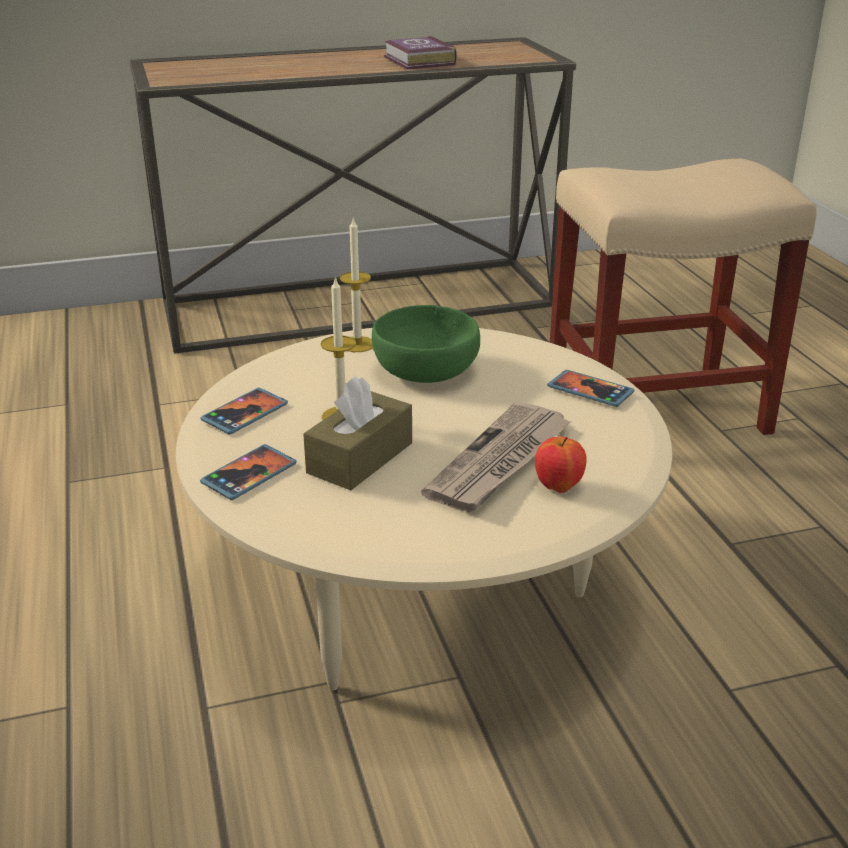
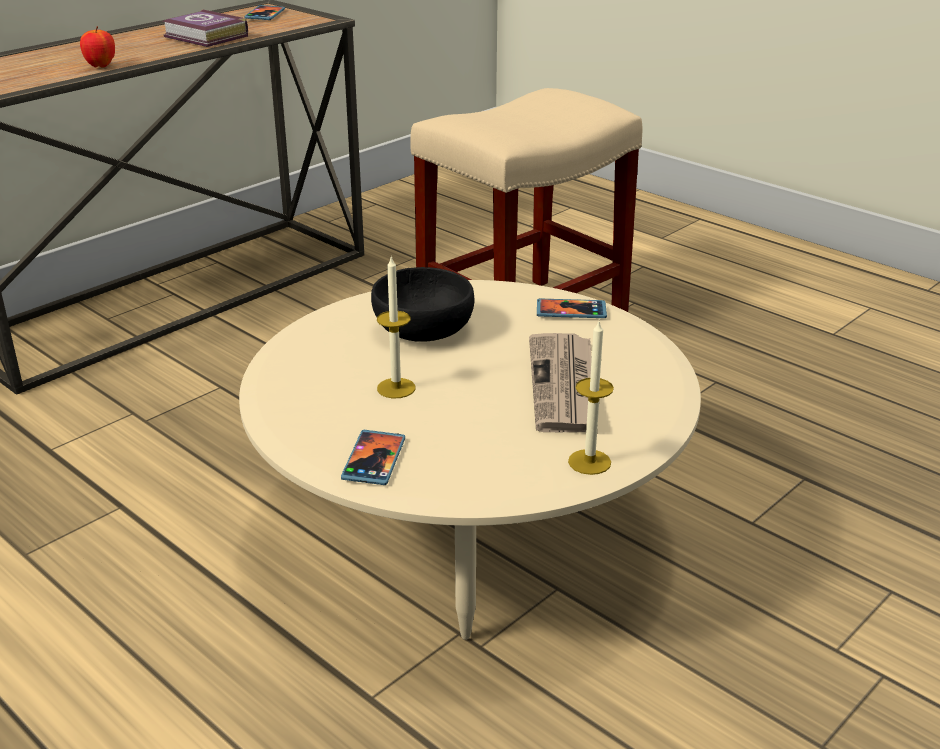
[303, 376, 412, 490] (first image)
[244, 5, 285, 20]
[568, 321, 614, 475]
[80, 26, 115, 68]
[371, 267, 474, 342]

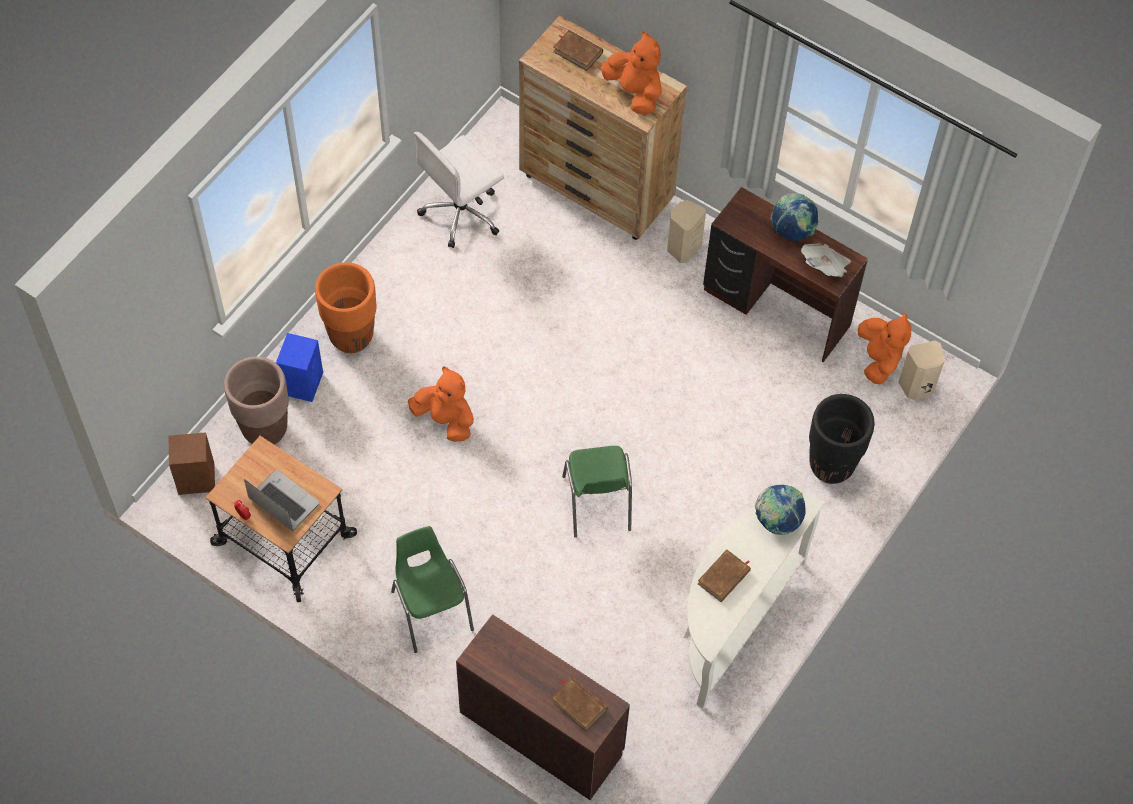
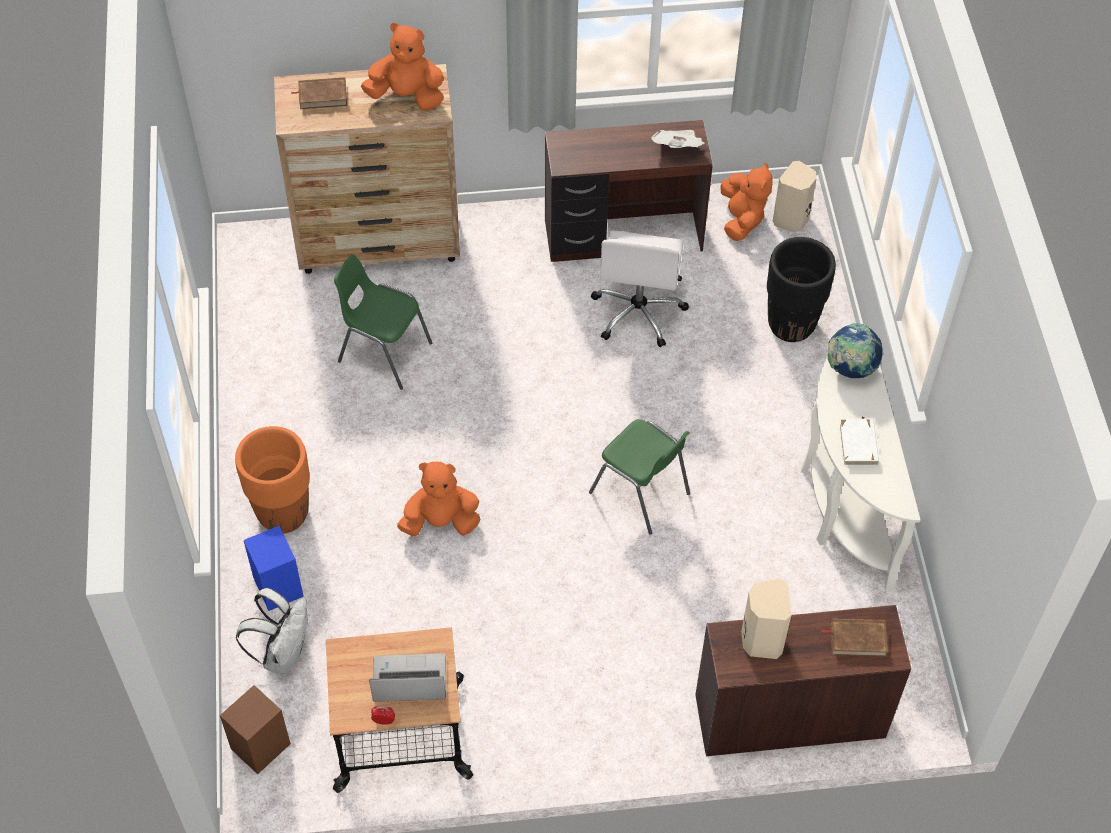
[770, 193, 819, 241] (first image)
[334, 254, 432, 390]
[591, 230, 689, 347]
[741, 579, 792, 659]
[236, 588, 308, 674]
[839, 417, 879, 466]
[720, 162, 772, 241]

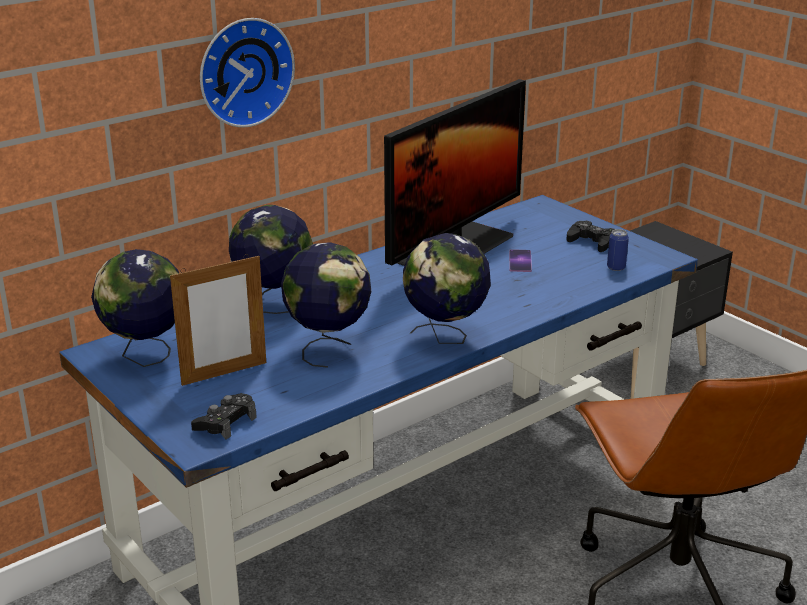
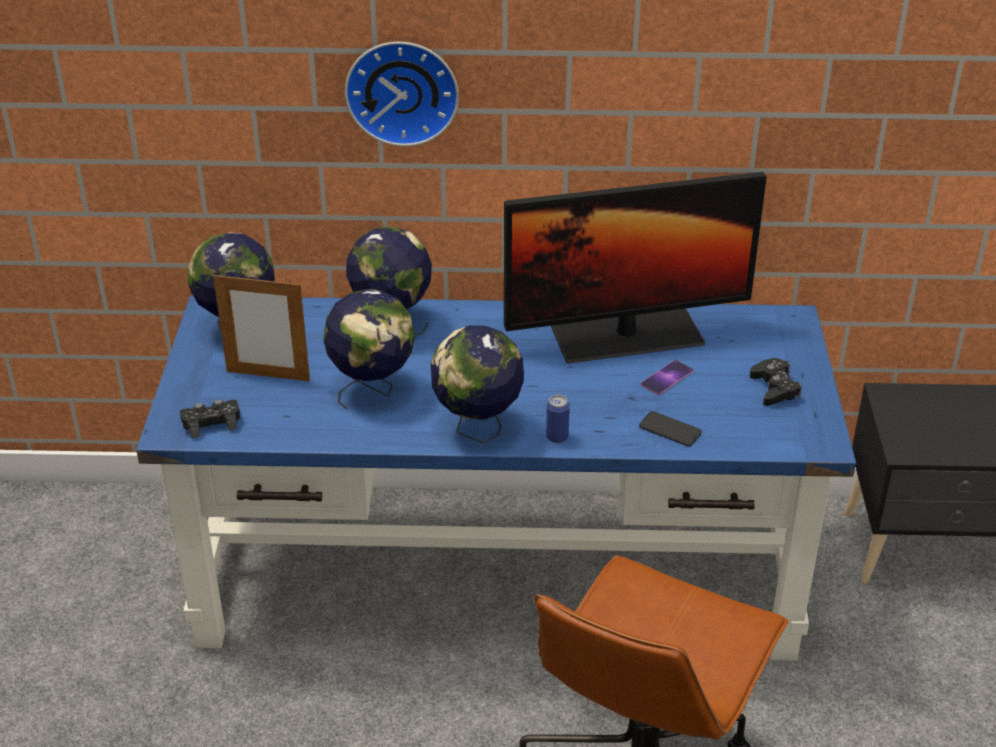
[639, 411, 702, 446]
[546, 395, 570, 443]

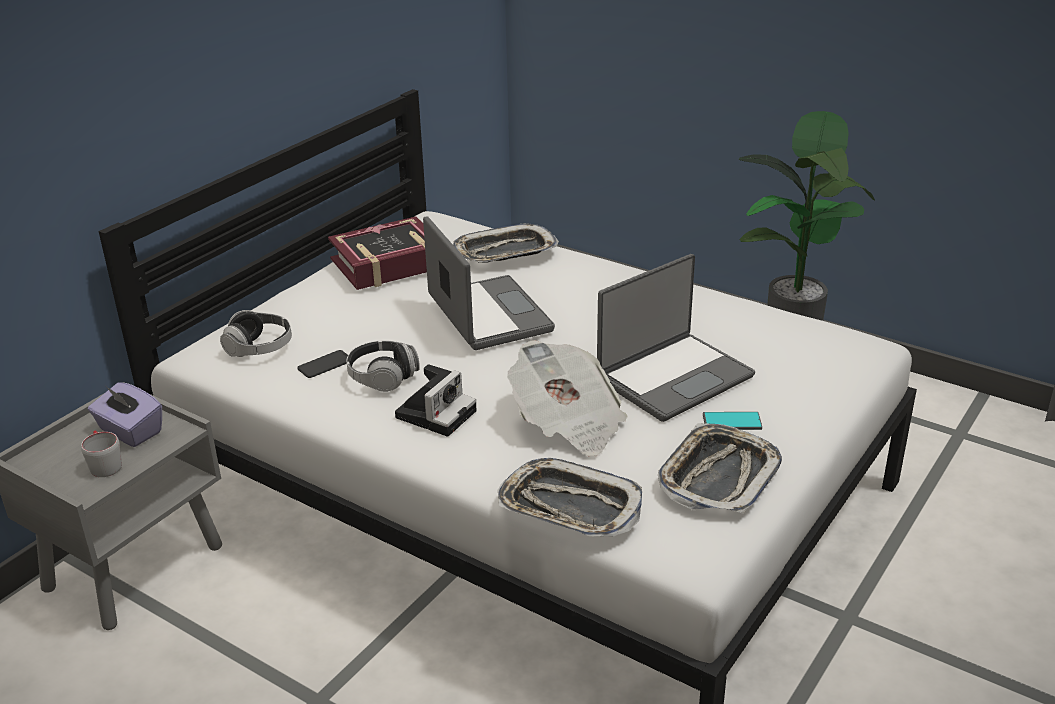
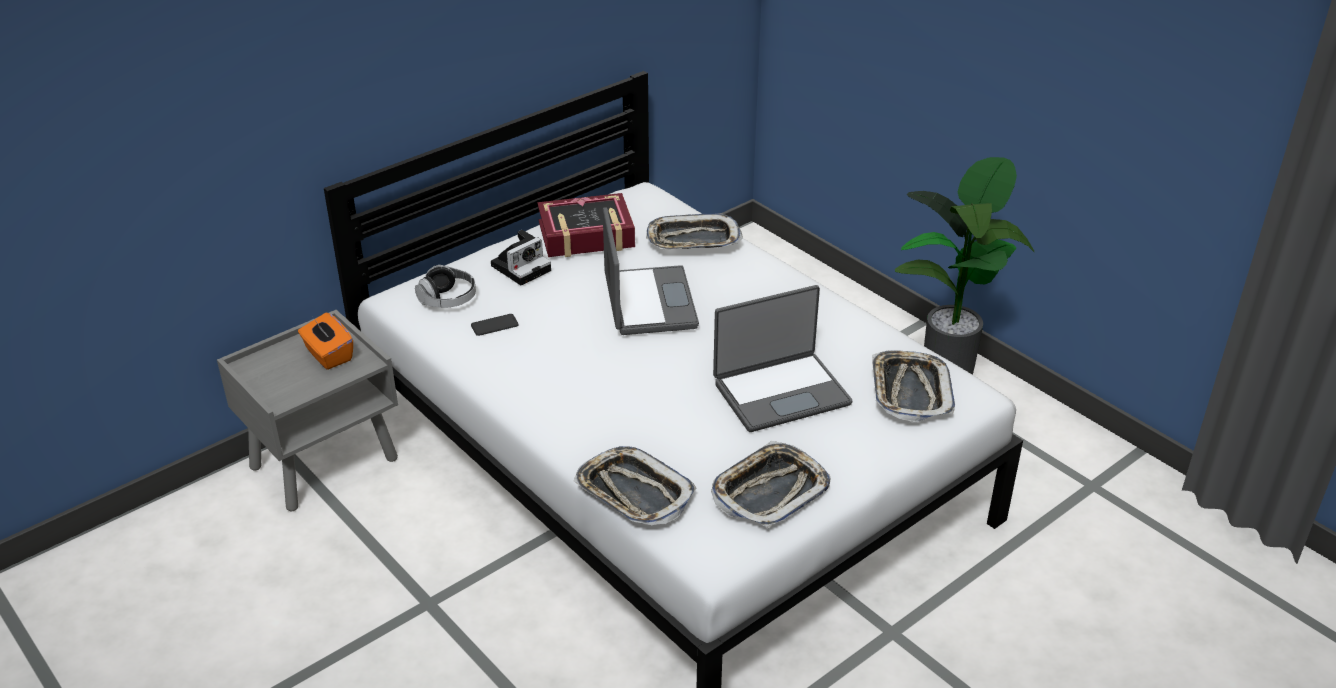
[81, 430, 122, 477] (first image)
[347, 340, 420, 392] (first image)
[507, 340, 628, 457] (first image)
[703, 412, 762, 430] (first image)
[872, 350, 955, 422]
[491, 230, 551, 286]
[298, 313, 353, 370]

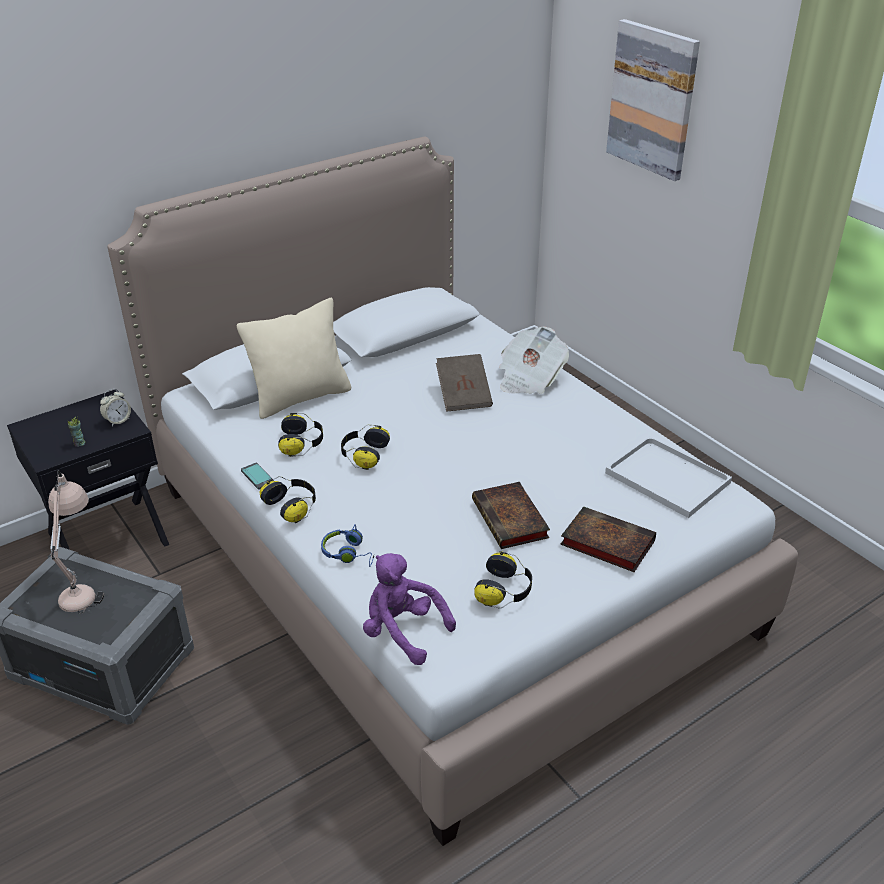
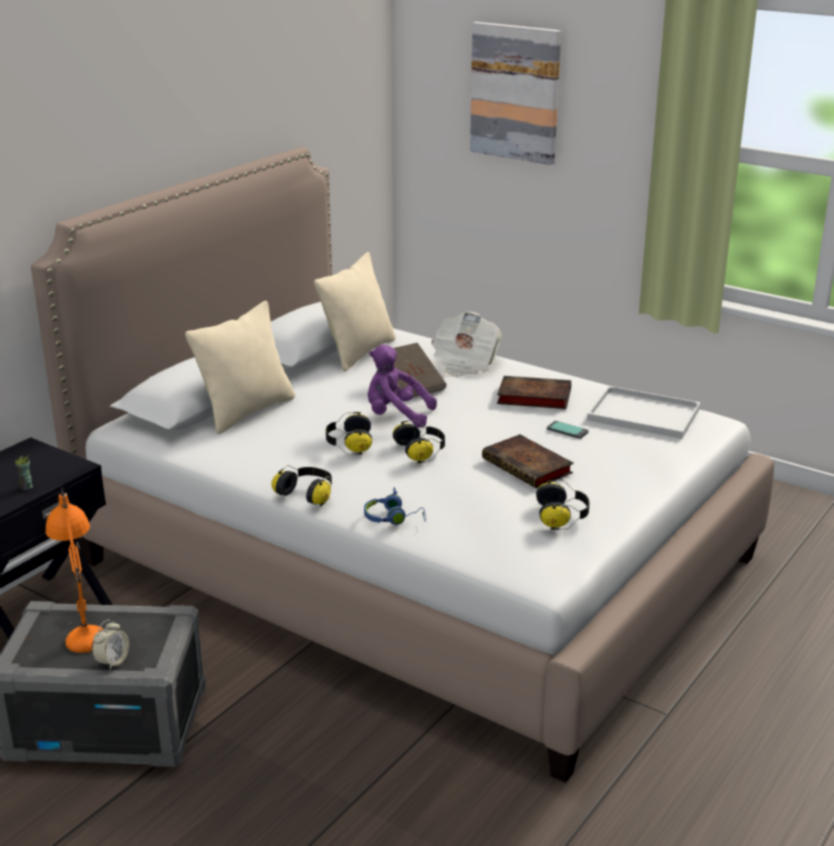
[314, 252, 396, 372]
[92, 619, 129, 670]
[547, 421, 589, 439]
[393, 420, 445, 463]
[368, 345, 437, 428]
[497, 376, 571, 409]
[46, 488, 116, 653]

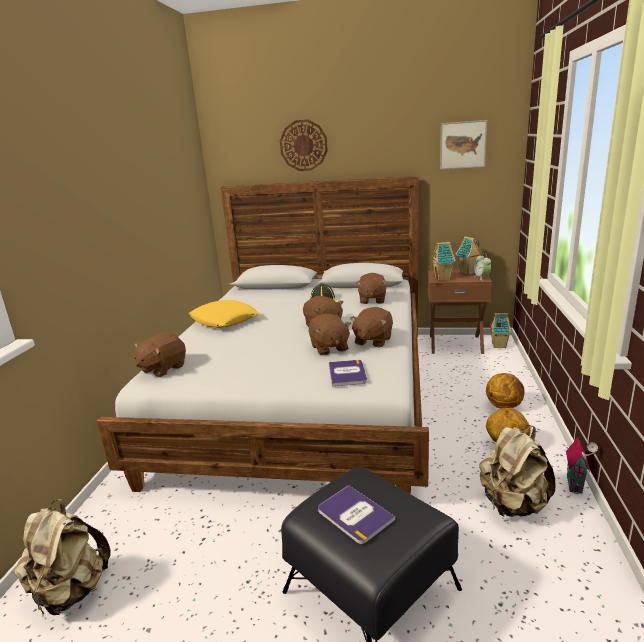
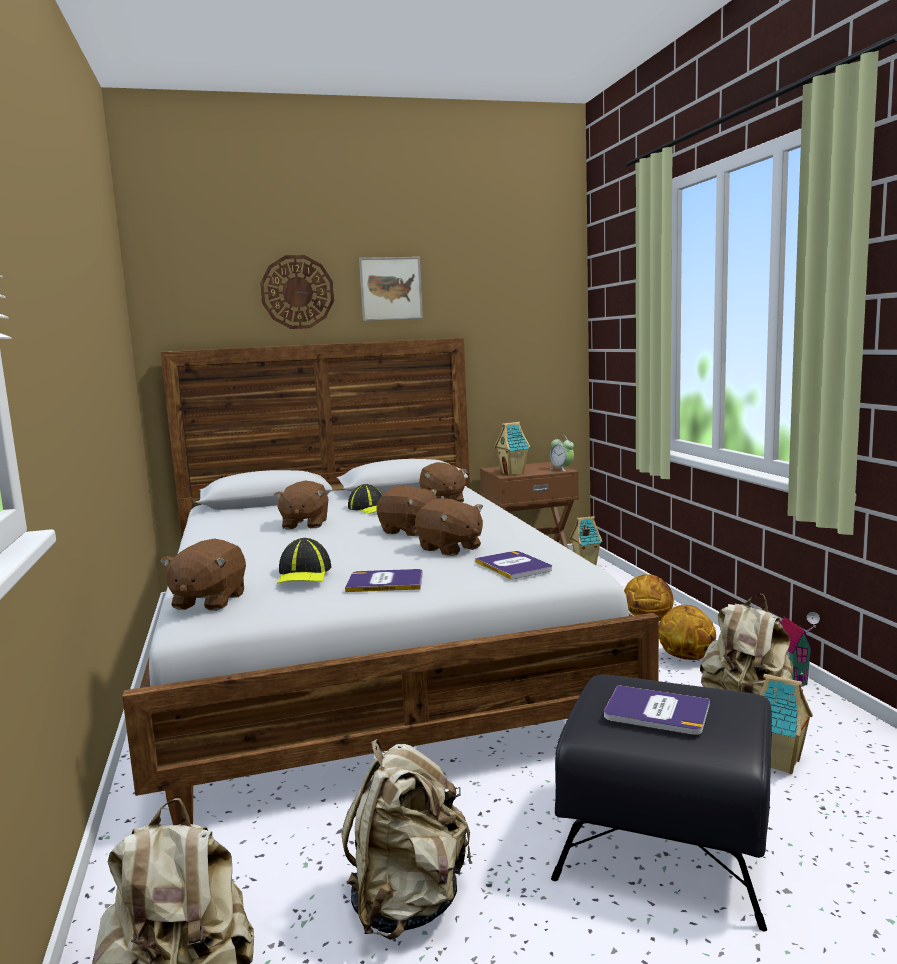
[189, 300, 259, 328] (first image)
[277, 538, 331, 584]
[341, 739, 472, 940]
[345, 569, 423, 592]
[274, 481, 328, 529]
[359, 257, 423, 321]
[760, 674, 813, 774]

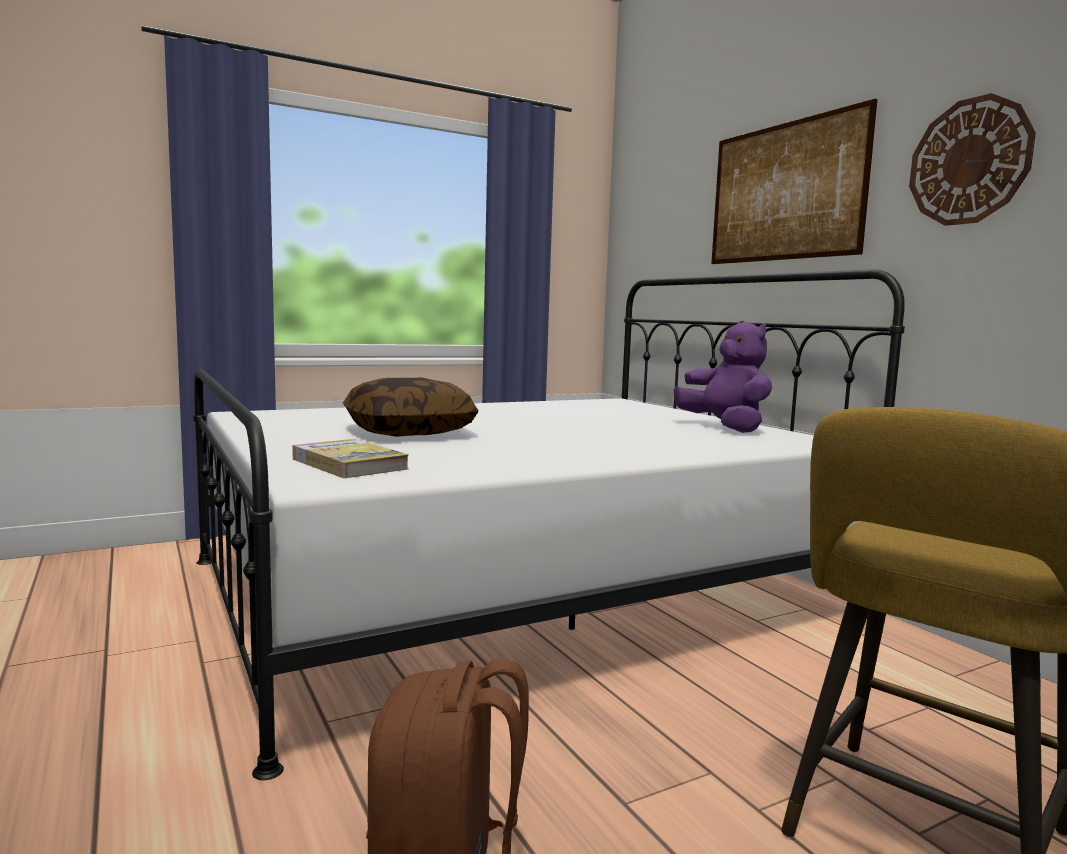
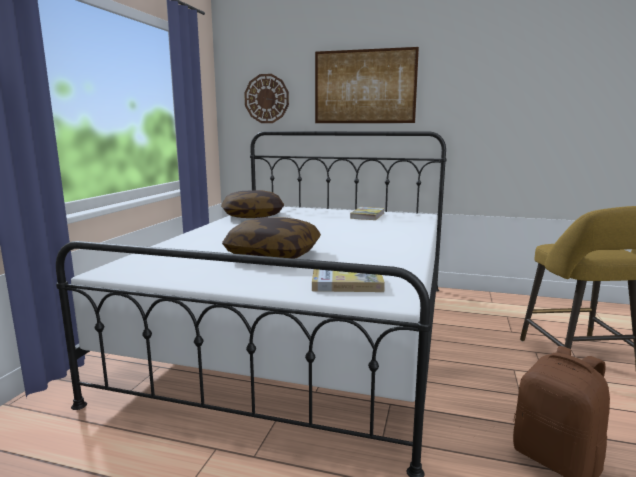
[221, 190, 284, 218]
[244, 74, 289, 123]
[350, 207, 384, 220]

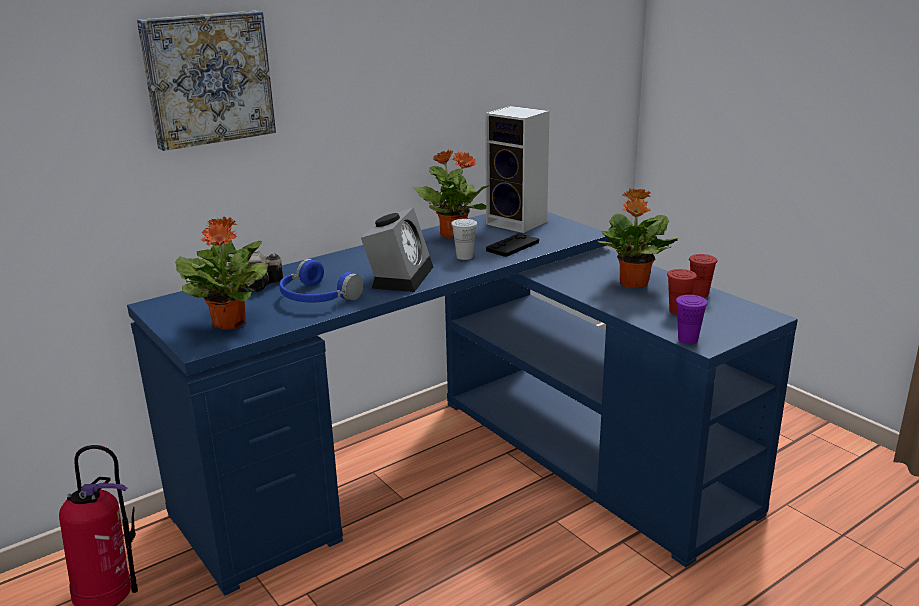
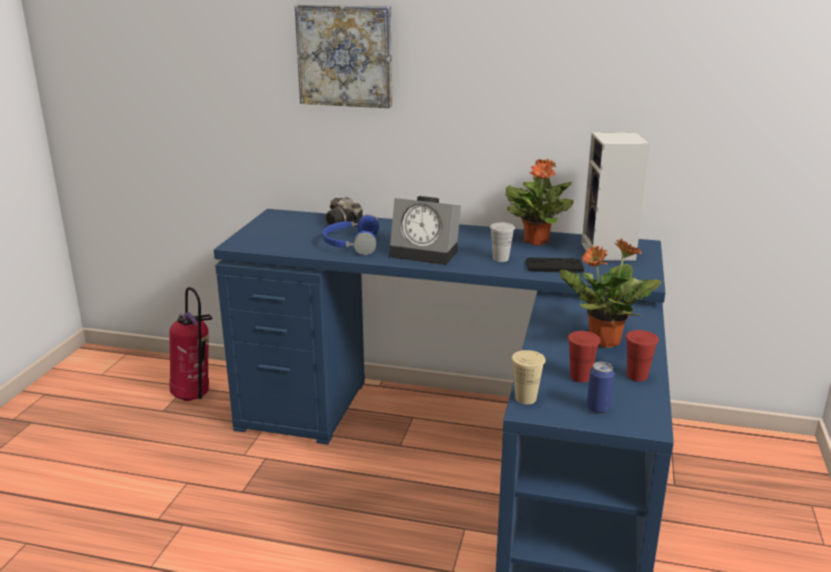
[175, 217, 268, 330] (first image)
[587, 362, 614, 414]
[511, 350, 546, 404]
[389, 196, 461, 265]

